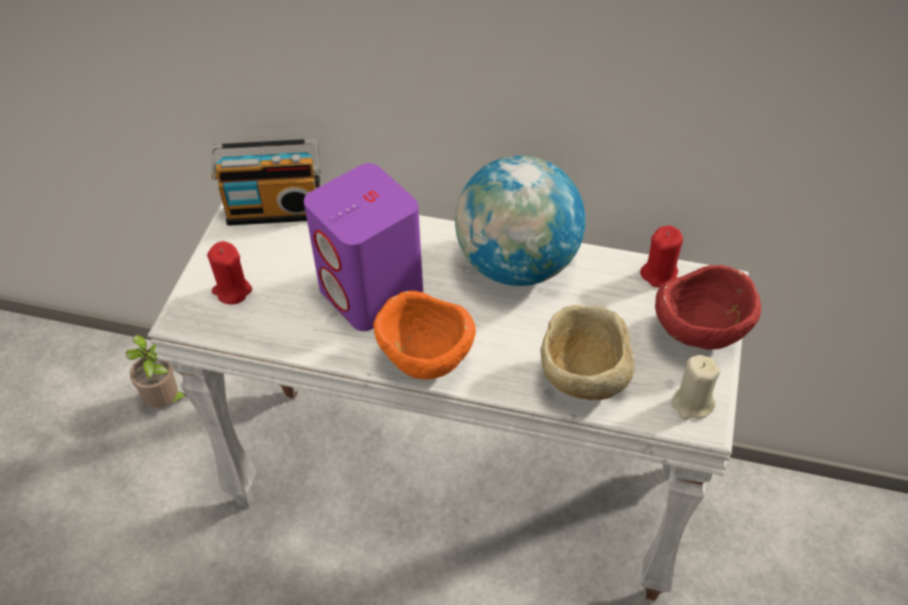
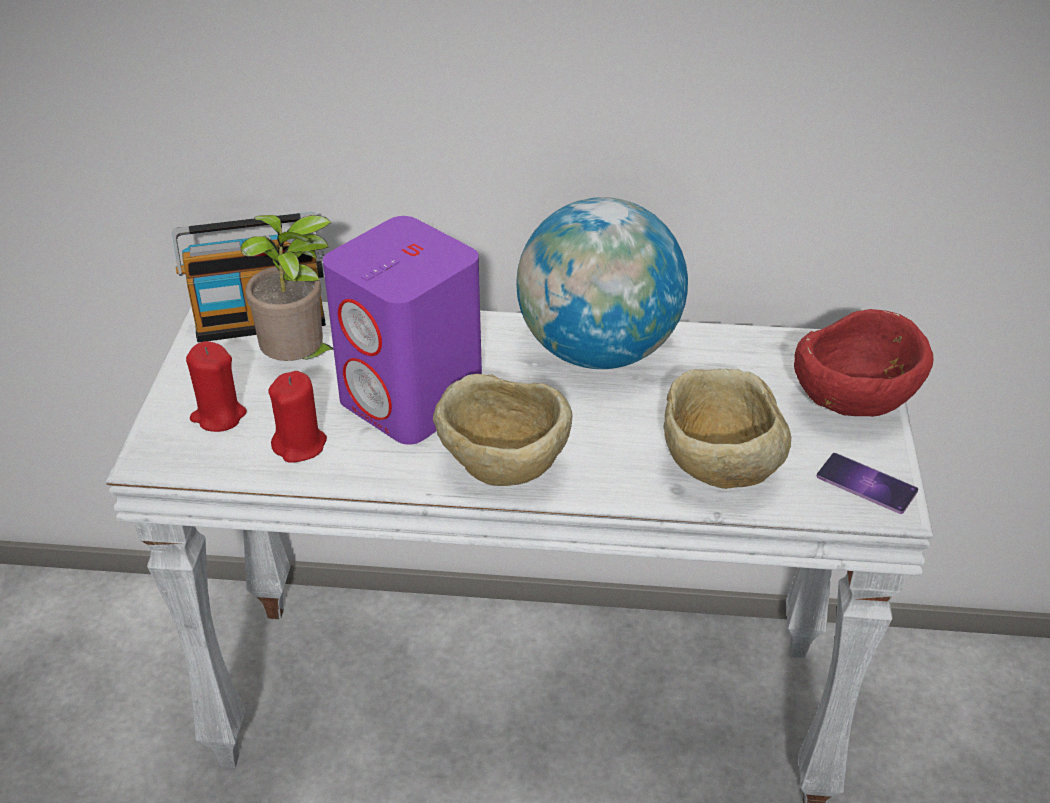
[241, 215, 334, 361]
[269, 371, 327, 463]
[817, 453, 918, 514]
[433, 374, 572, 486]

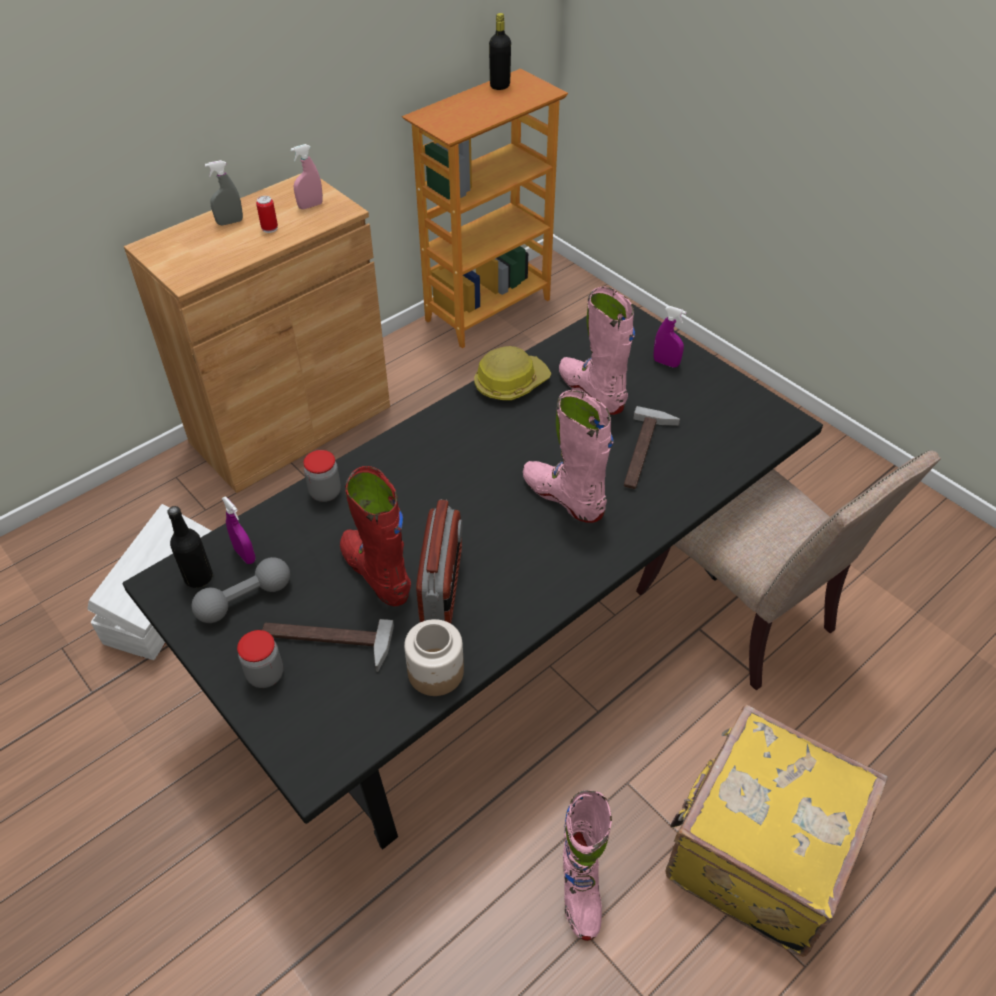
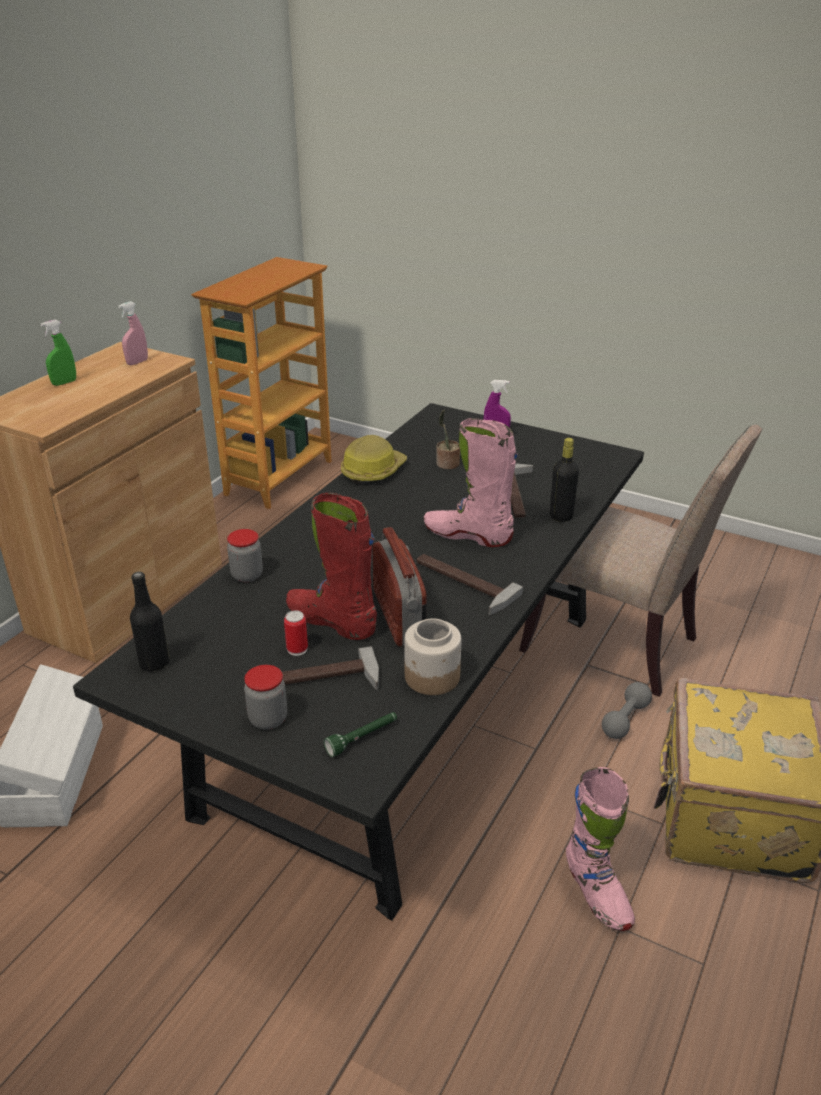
[222, 496, 256, 564] (first image)
[324, 712, 397, 757]
[417, 554, 523, 615]
[602, 682, 652, 739]
[284, 610, 308, 656]
[550, 438, 579, 522]
[436, 410, 460, 469]
[41, 320, 76, 386]

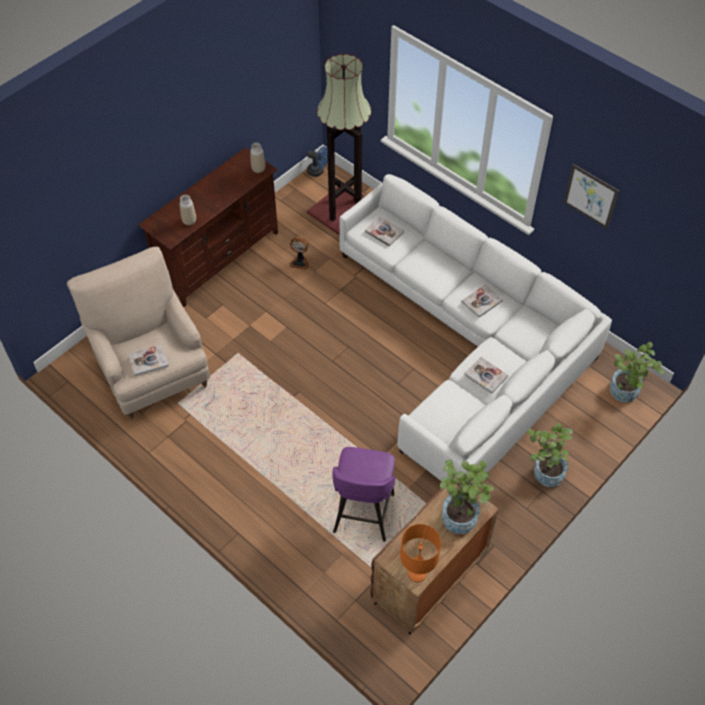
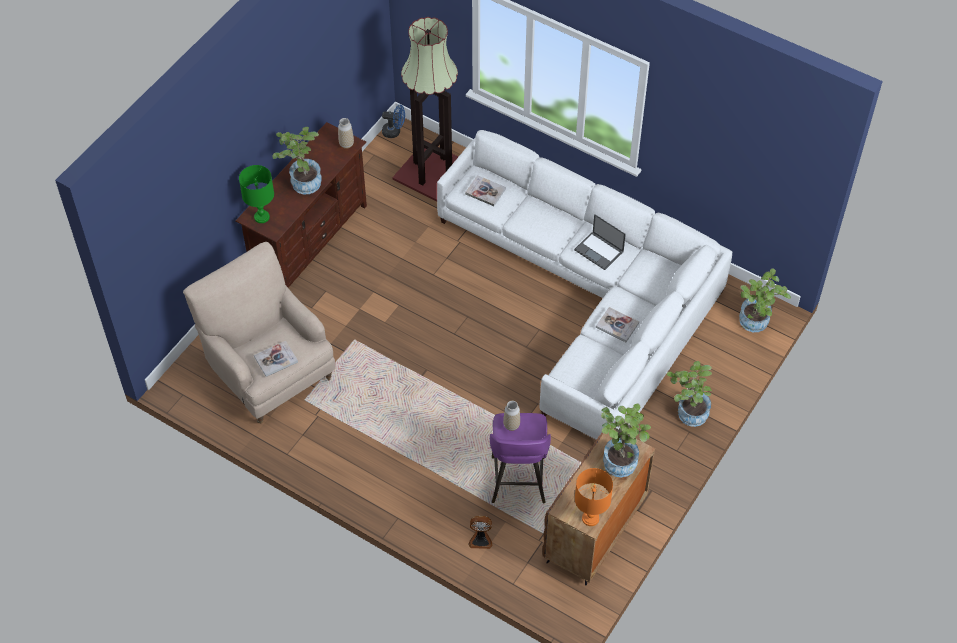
[563, 164, 619, 229] (first image)
[239, 165, 274, 223]
[272, 127, 322, 194]
[503, 401, 520, 431]
[469, 516, 492, 549]
[574, 214, 626, 270]

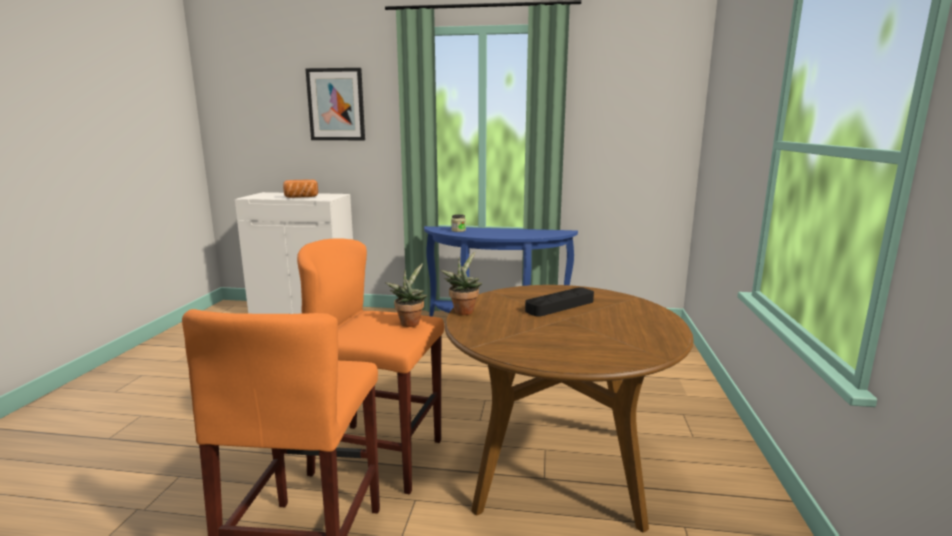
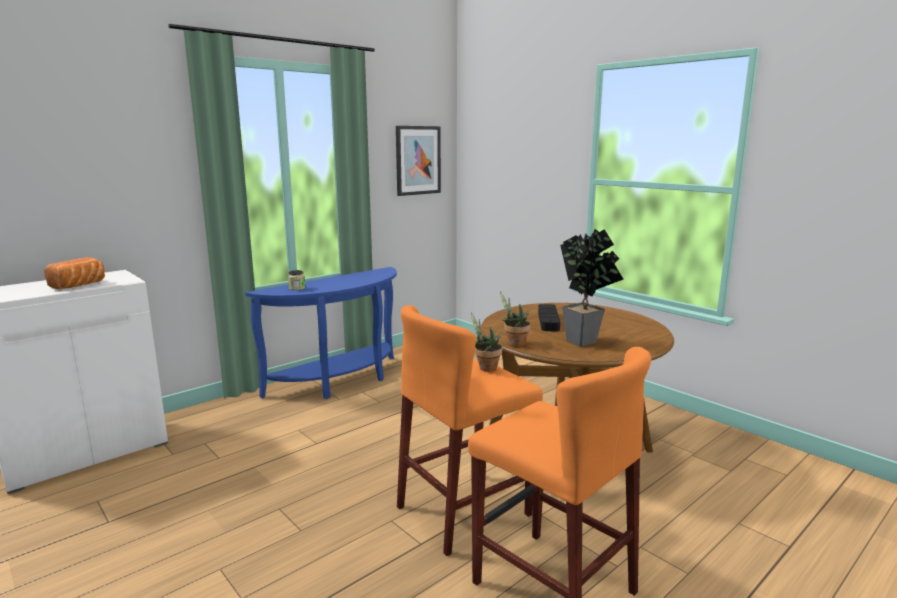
[560, 229, 624, 347]
[396, 126, 441, 196]

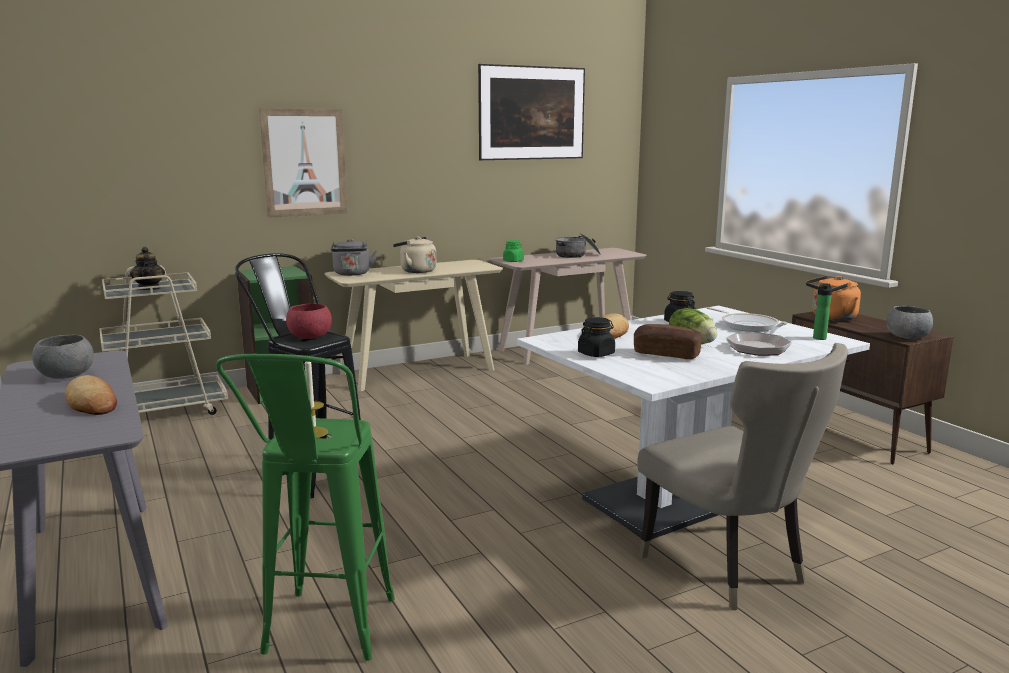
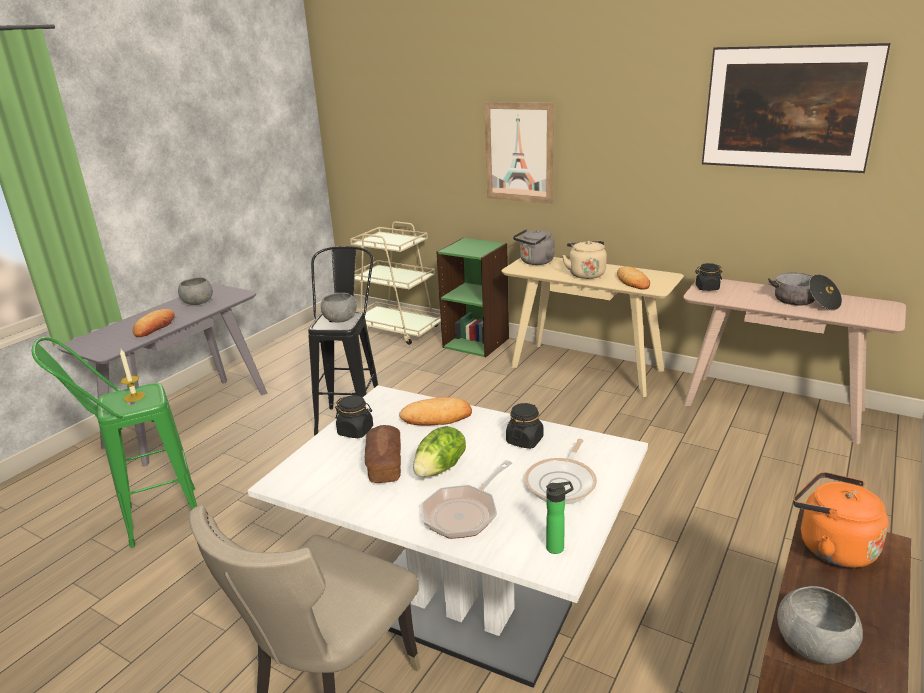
[130, 247, 165, 290] (first image)
[617, 266, 650, 290]
[321, 293, 357, 322]
[695, 263, 722, 291]
[421, 460, 512, 539]

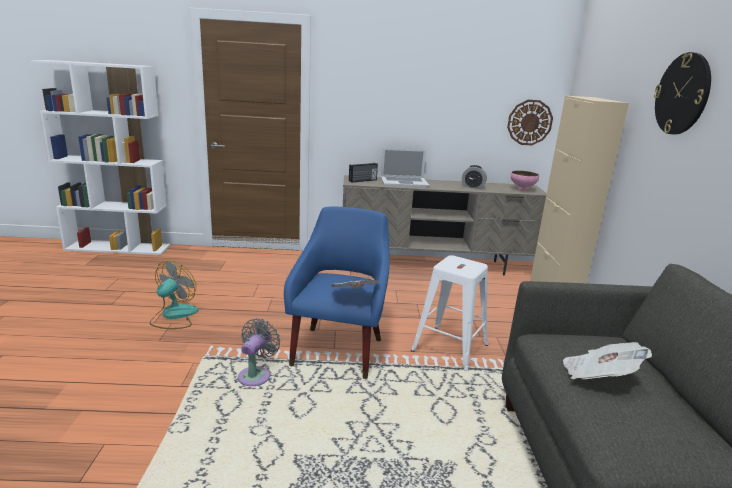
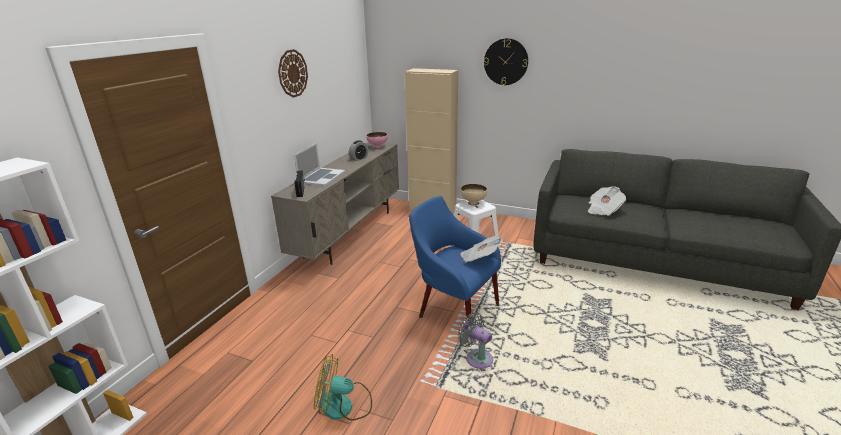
[460, 184, 487, 206]
[278, 49, 308, 98]
[314, 354, 372, 420]

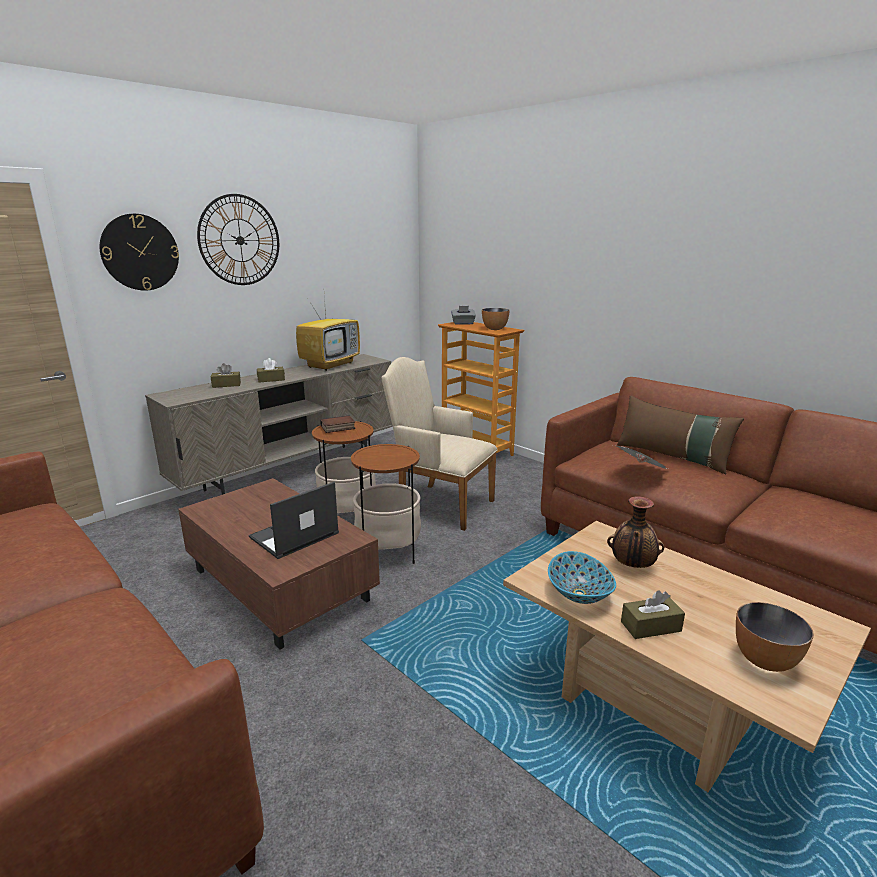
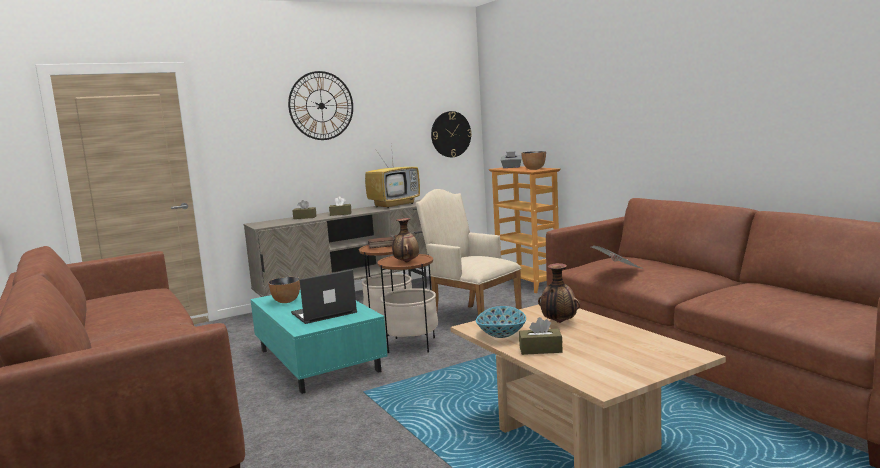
[617, 395, 744, 474] (first image)
[392, 218, 419, 263]
[431, 111, 472, 157]
[268, 277, 300, 303]
[250, 289, 388, 394]

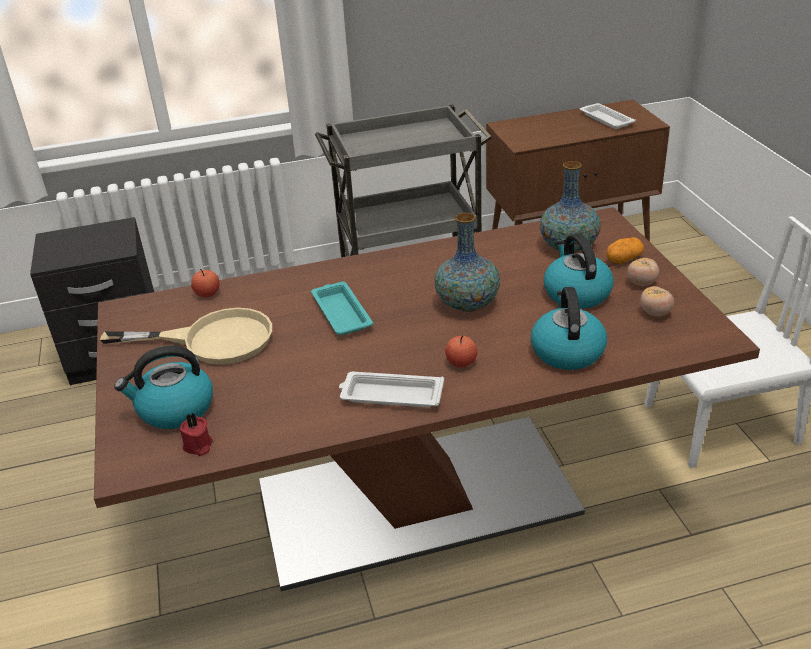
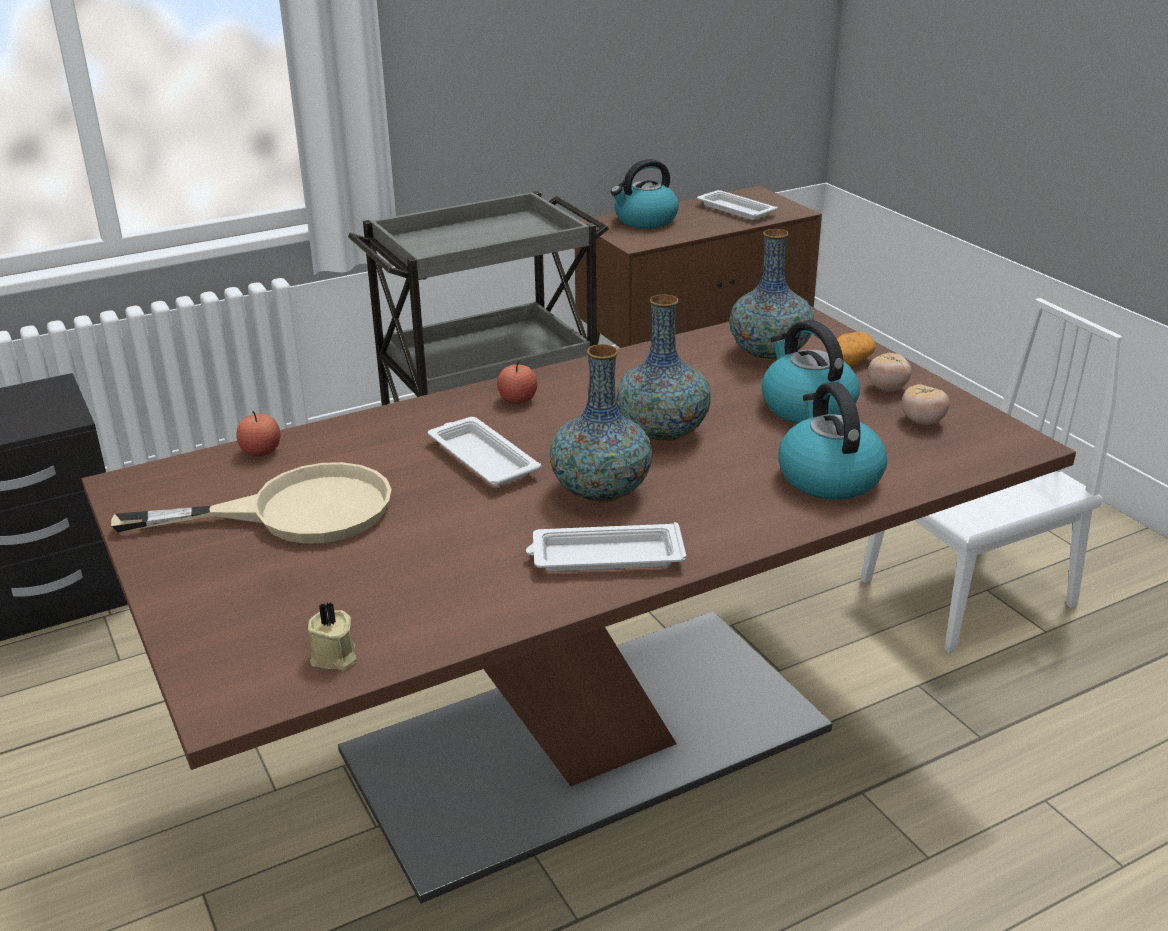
[550, 344, 653, 503]
[610, 159, 679, 228]
[497, 360, 538, 404]
[308, 602, 357, 670]
[428, 417, 541, 486]

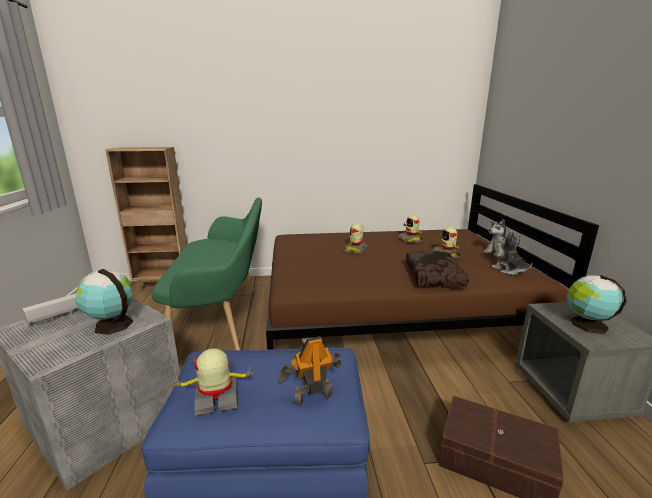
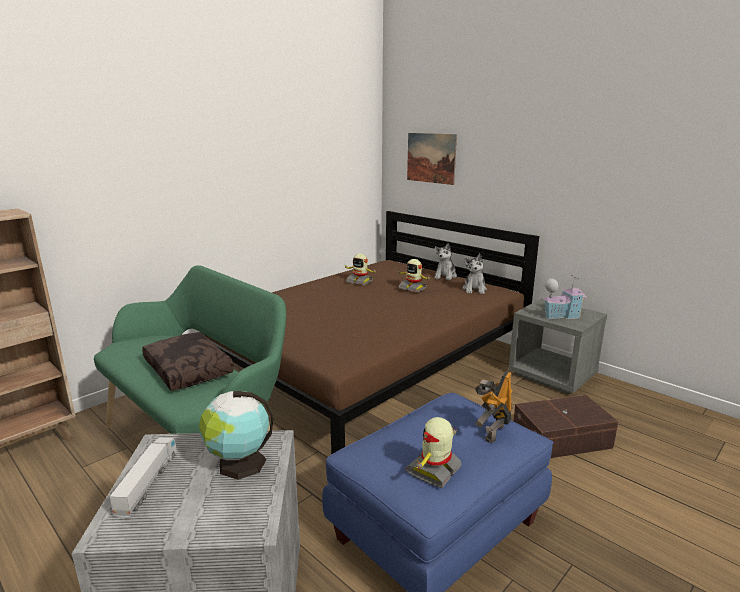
[343, 223, 367, 253] (first image)
[407, 133, 457, 185]
[142, 332, 234, 391]
[542, 275, 587, 319]
[462, 254, 487, 294]

